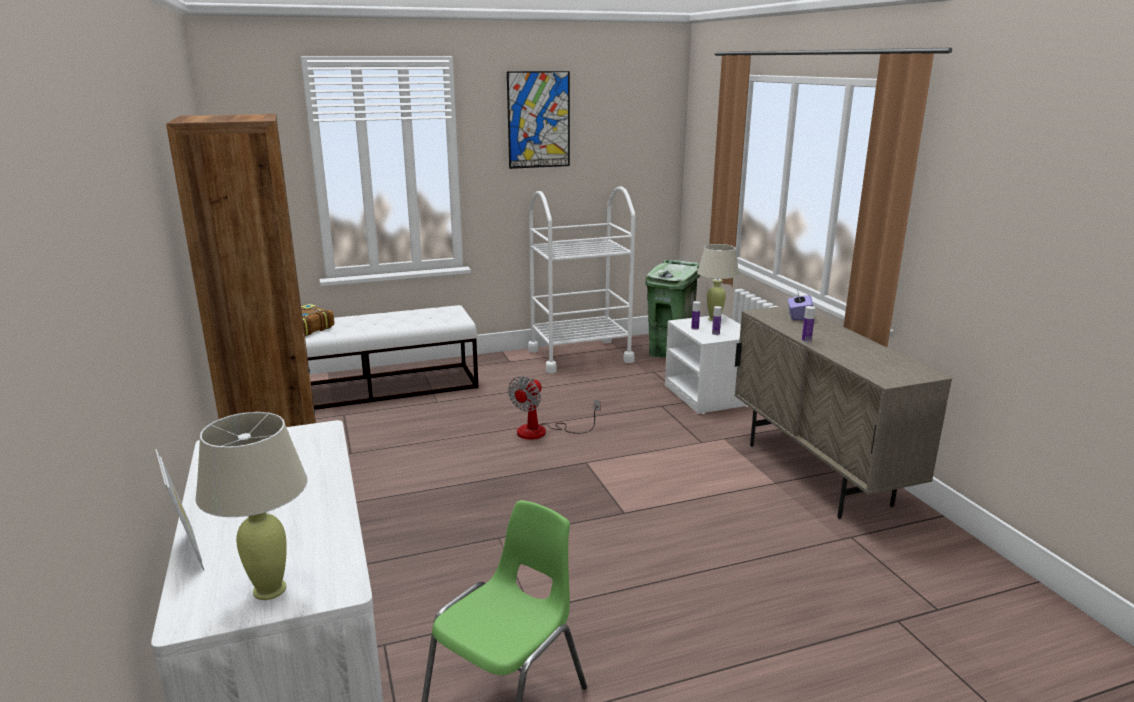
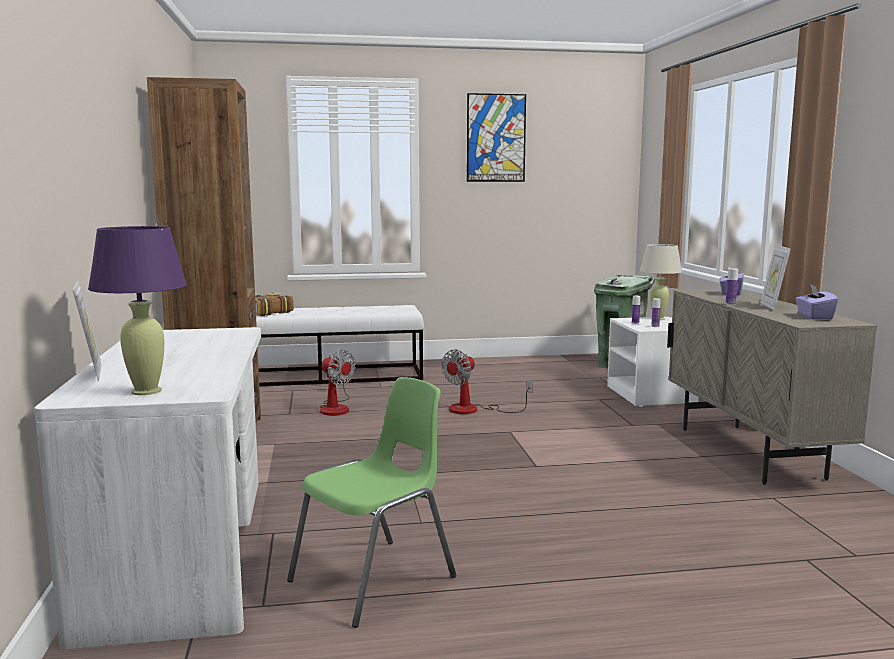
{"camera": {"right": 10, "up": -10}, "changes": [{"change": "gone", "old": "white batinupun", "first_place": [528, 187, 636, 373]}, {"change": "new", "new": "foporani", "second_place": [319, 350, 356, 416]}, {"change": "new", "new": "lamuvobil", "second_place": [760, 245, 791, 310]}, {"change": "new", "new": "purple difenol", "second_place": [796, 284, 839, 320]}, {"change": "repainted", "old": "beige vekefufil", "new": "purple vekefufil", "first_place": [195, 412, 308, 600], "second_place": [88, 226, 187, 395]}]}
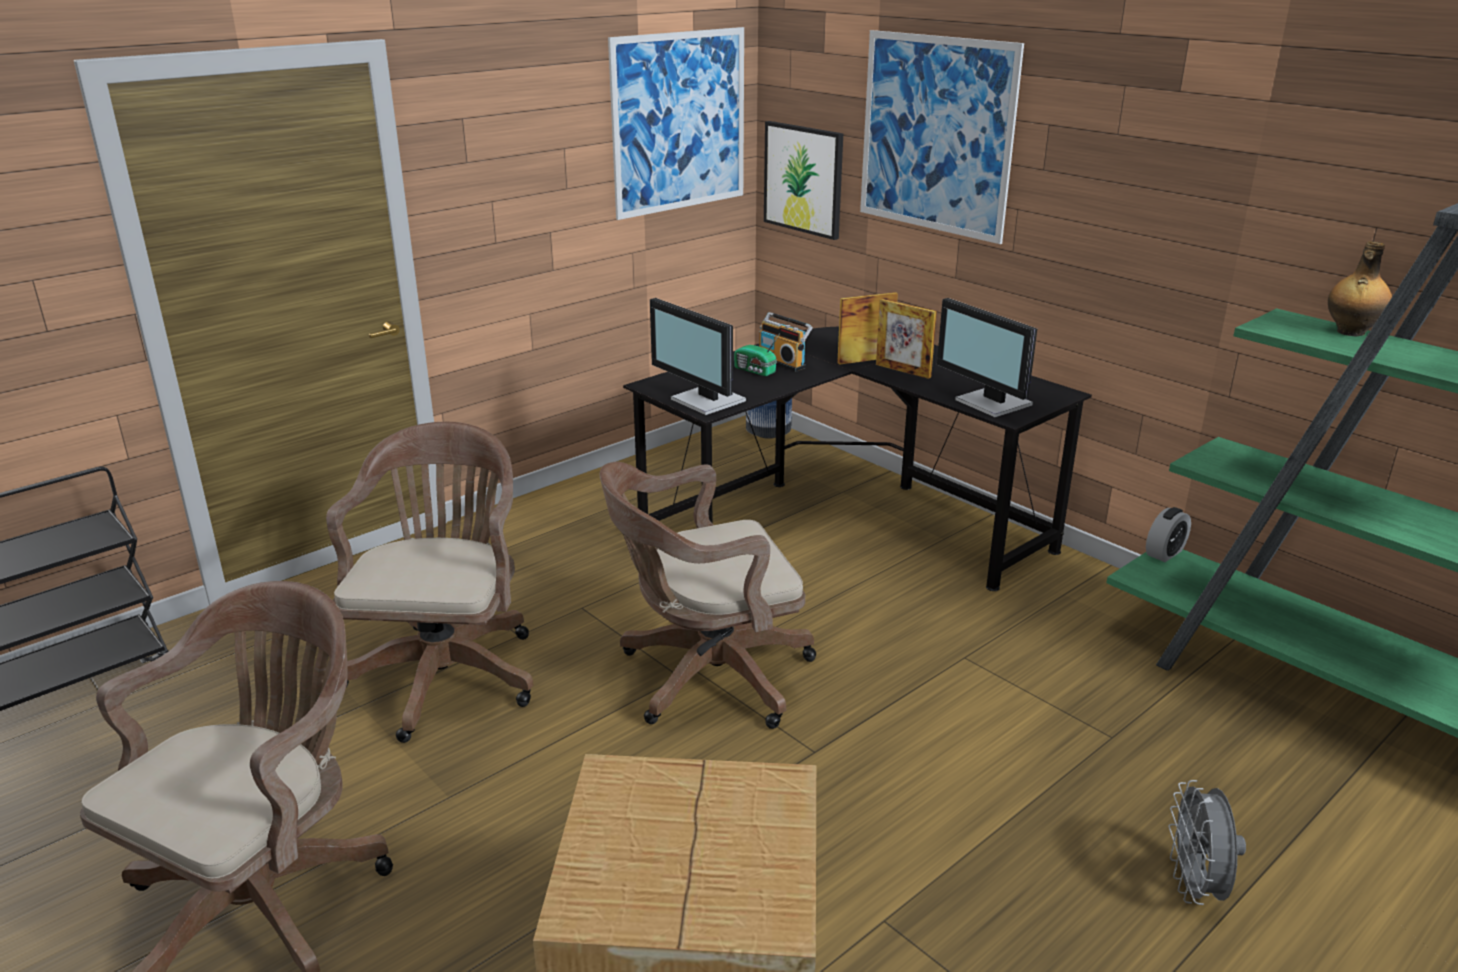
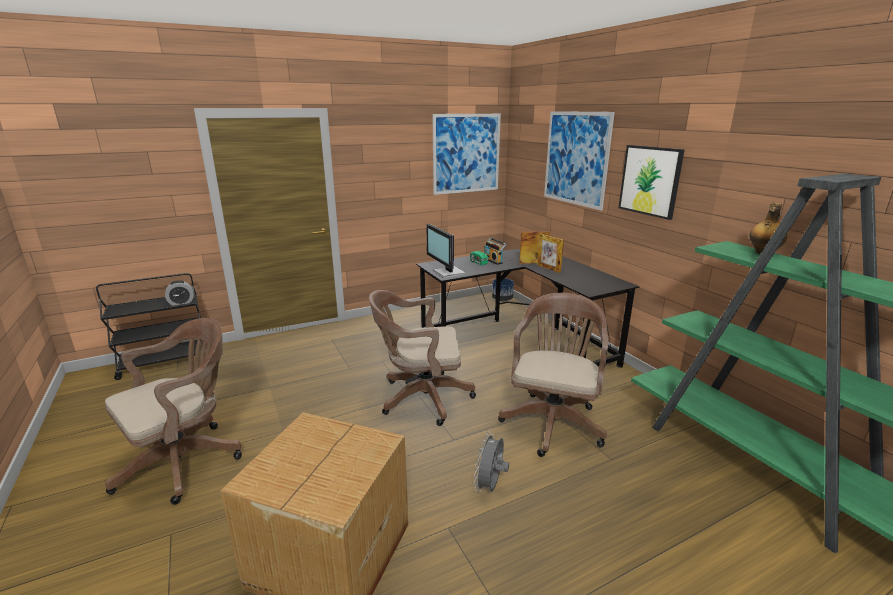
{"camera": {"right": 15, "up": -5}, "changes": [{"change": "gone", "old": "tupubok", "first_place": [937, 298, 1037, 417]}, {"change": "shifted", "old": "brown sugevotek", "first_place": [326, 422, 533, 743], "second_place": [498, 293, 608, 457]}, {"change": "shifted", "old": "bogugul", "first_place": [764, 121, 843, 240], "second_place": [618, 145, 685, 220]}, {"change": "shifted", "old": "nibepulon", "first_place": [1146, 507, 1191, 562], "second_place": [165, 281, 194, 306]}, {"change": "shifted", "old": "grey foporani", "first_place": [1168, 780, 1246, 905], "second_place": [474, 432, 509, 492]}]}
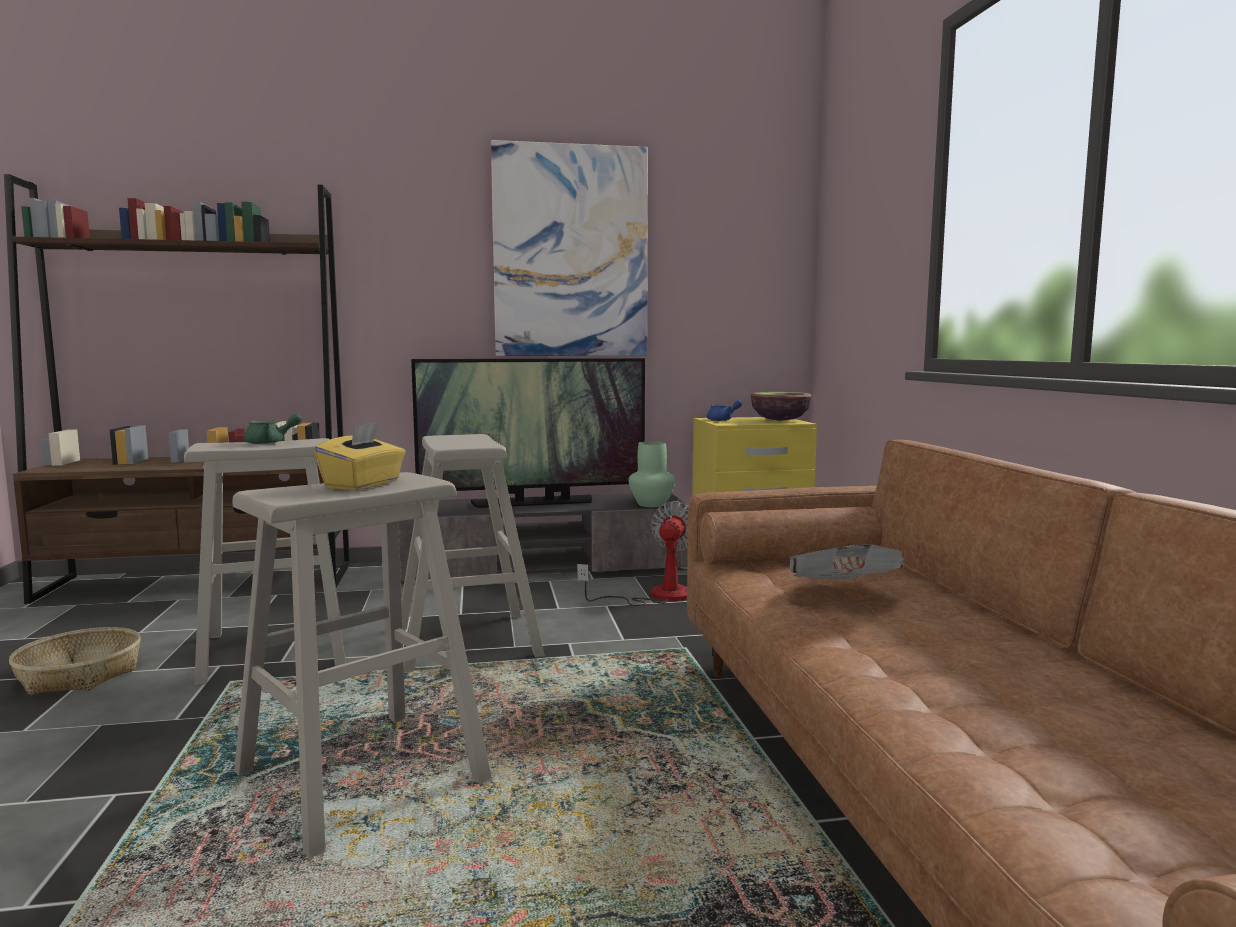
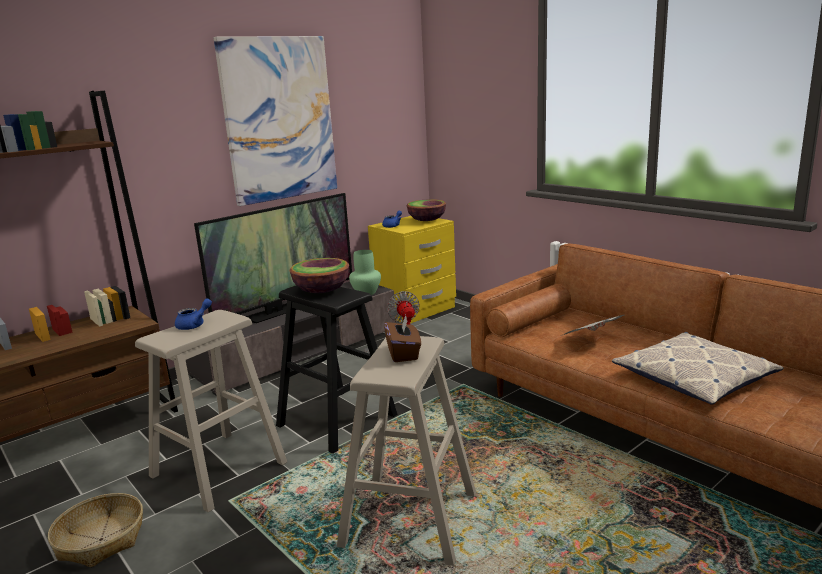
{"camera": {"right": -30, "up": 10}, "changes": [{"change": "new", "new": "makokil", "second_place": [290, 258, 349, 293]}, {"change": "new", "new": "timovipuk", "second_place": [612, 332, 784, 405]}, {"change": "repainted", "old": "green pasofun", "new": "blue pasofun", "first_place": [244, 413, 302, 444], "second_place": [175, 298, 212, 330]}, {"change": "repainted", "old": "yellow difenol", "new": "brown difenol", "first_place": [314, 422, 406, 490], "second_place": [384, 315, 421, 362]}, {"change": "repainted", "old": "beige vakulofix", "new": "black vakulofix", "first_place": [401, 434, 545, 672], "second_place": [276, 285, 397, 453]}]}
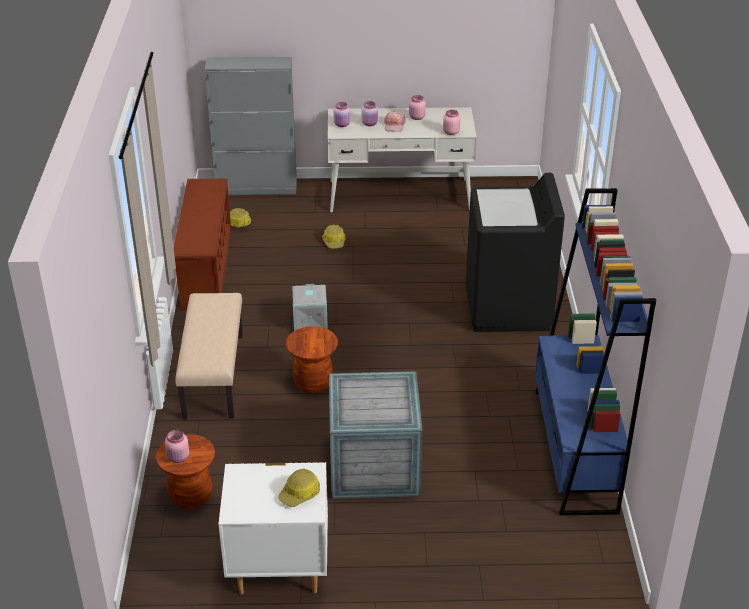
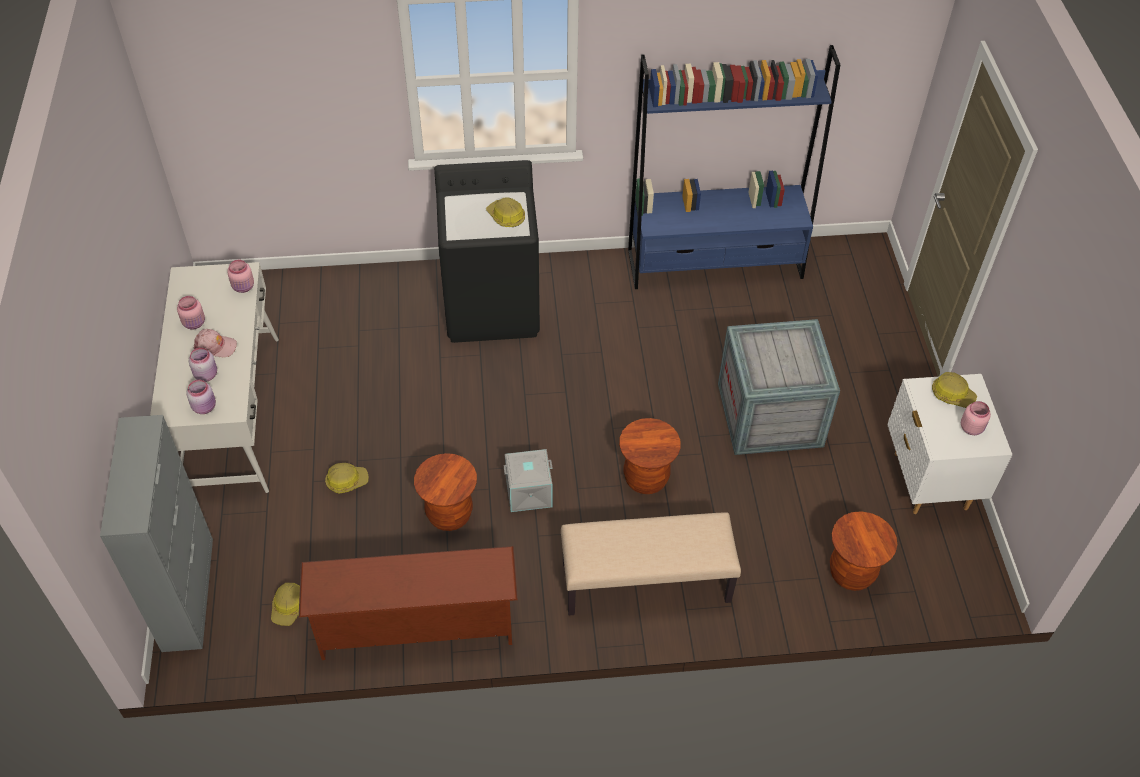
{"camera": {"right": -95, "up": 15}, "changes": [{"change": "new", "new": "brown vakulofix", "second_place": [414, 453, 477, 531]}, {"change": "new", "new": "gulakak", "second_place": [486, 198, 525, 227]}, {"change": "shifted", "old": "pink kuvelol", "first_place": [165, 430, 189, 463], "second_place": [961, 401, 991, 435]}]}
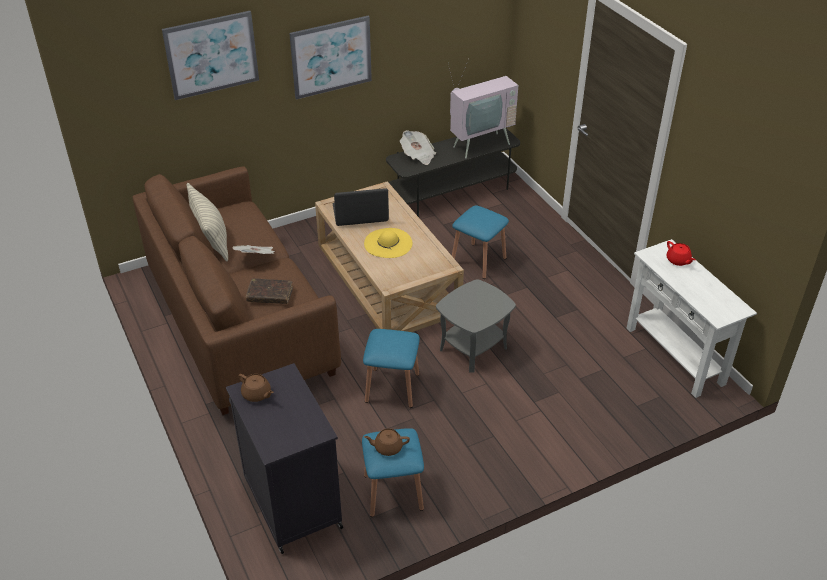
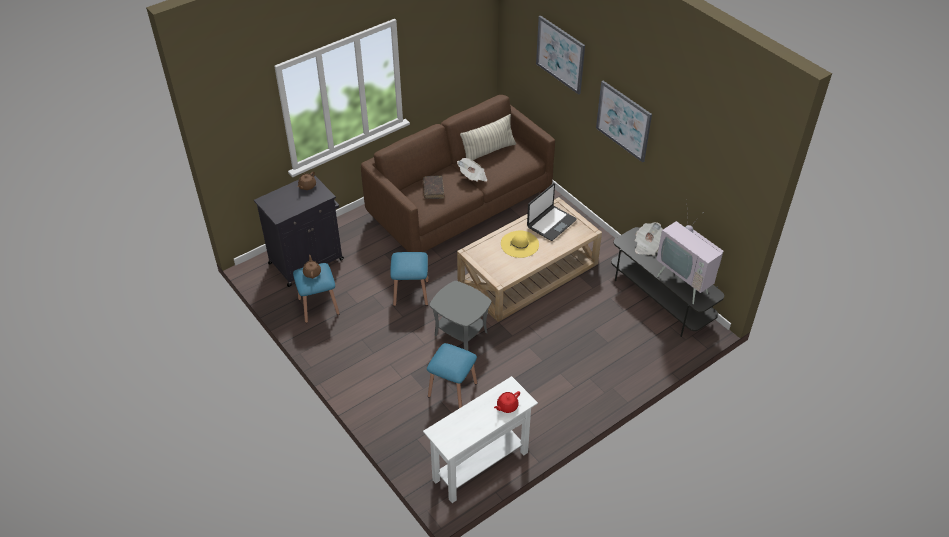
{"camera": {"right": 80, "up": 5}, "changes": [{"change": "shifted", "old": "blue vakulofix", "first_place": [452, 206, 509, 279], "second_place": [427, 343, 477, 408]}, {"change": "rotated", "old": "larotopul", "first_place": [333, 188, 389, 226], "second_place": [527, 183, 577, 241], "degrees": 60}]}
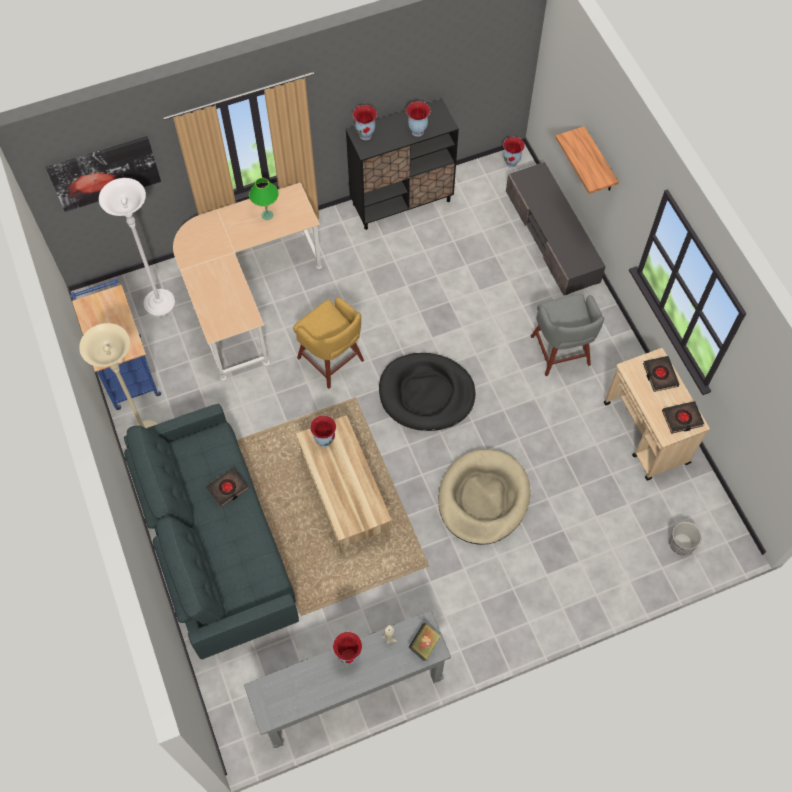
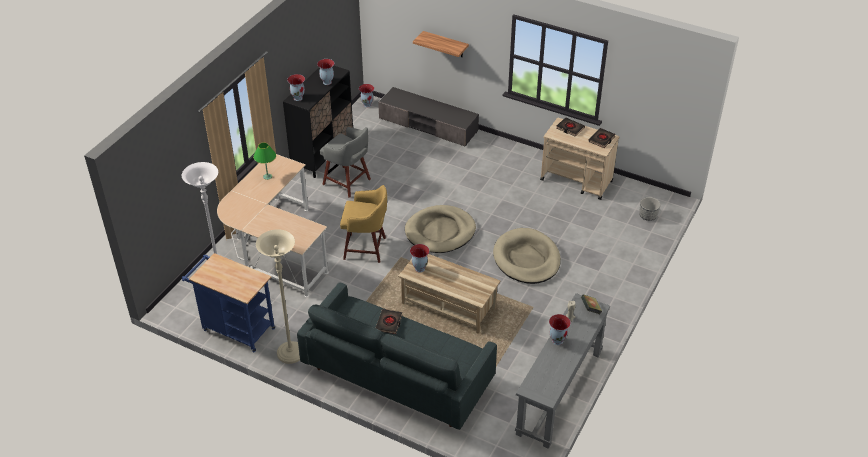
{"camera": {"right": -40, "up": -20}, "changes": [{"change": "gone", "old": "bogugul", "first_place": [46, 136, 161, 212]}, {"change": "shifted", "old": "grey vakulofix", "first_place": [531, 294, 604, 376], "second_place": [320, 127, 371, 198]}, {"change": "repainted", "old": "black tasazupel", "new": "beige tasazupel", "first_place": [379, 353, 475, 431], "second_place": [405, 205, 476, 253]}]}
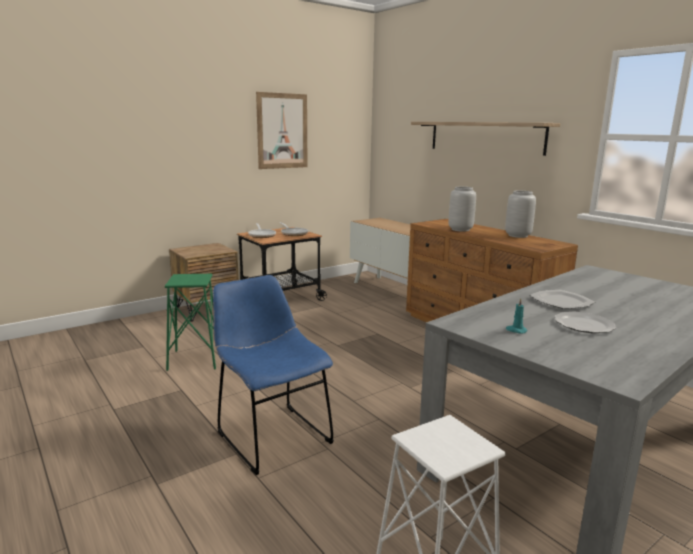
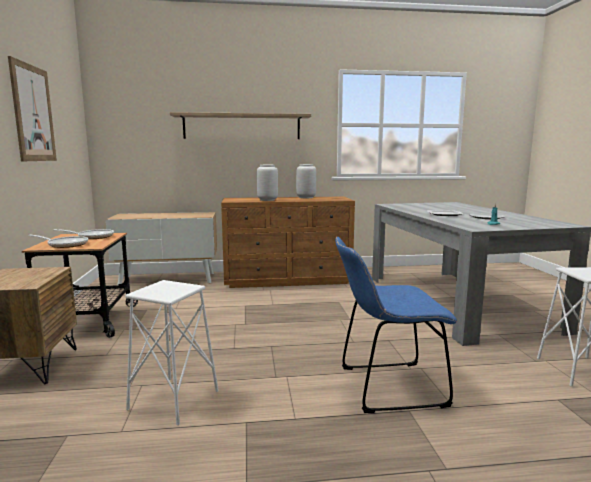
{"camera": {"right": -60, "up": -5}, "changes": [{"change": "repainted", "old": "green vakulofix", "new": "white vakulofix", "first_place": [165, 274, 216, 371], "second_place": [125, 280, 219, 425]}]}
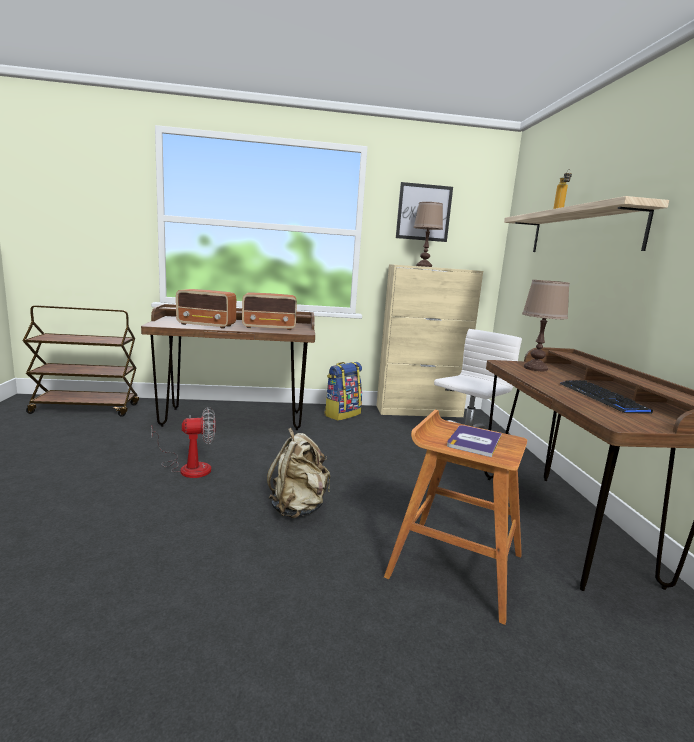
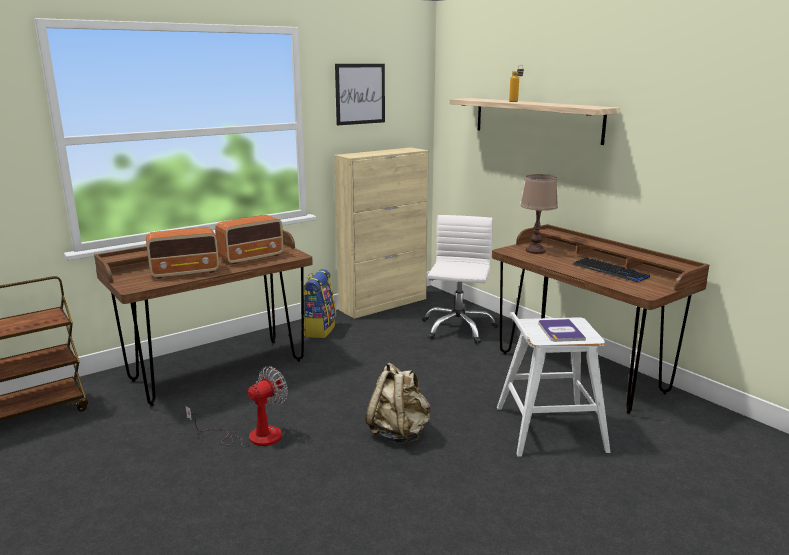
{"camera": {"right": -30, "up": 5}, "changes": [{"change": "gone", "old": "brown vekefufil", "first_place": [413, 202, 443, 267]}, {"change": "repainted", "old": "brown vakulofix", "new": "white vakulofix", "first_place": [384, 410, 527, 625], "second_place": [497, 312, 611, 457]}]}
